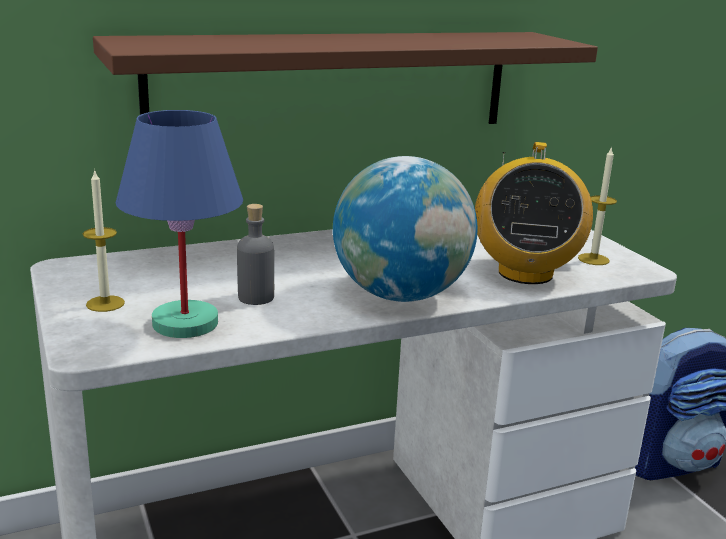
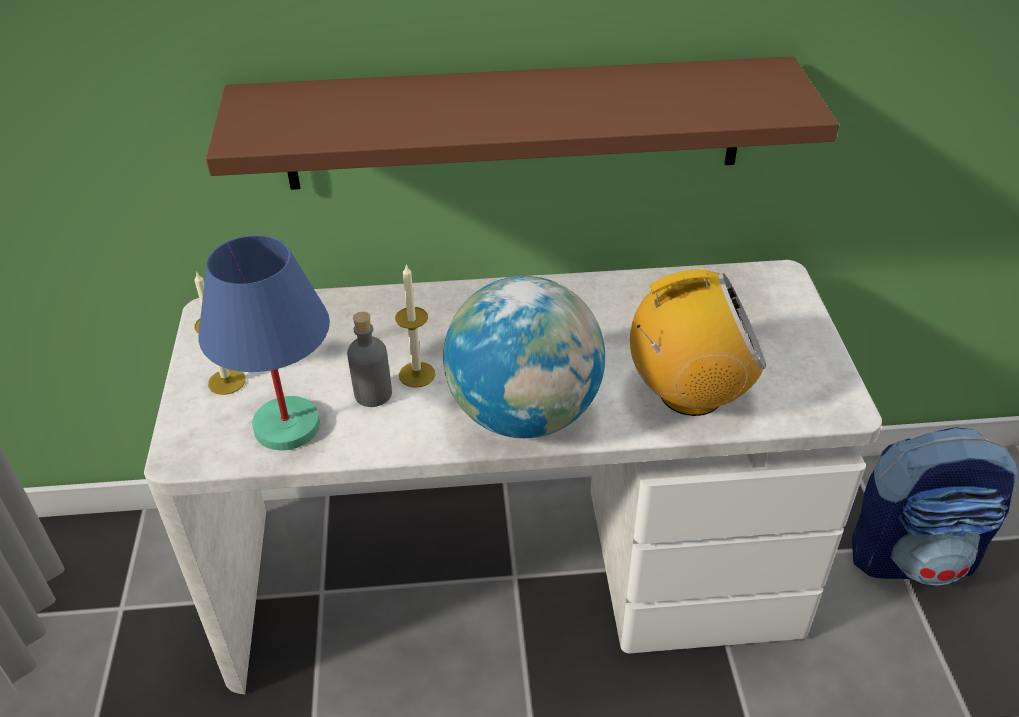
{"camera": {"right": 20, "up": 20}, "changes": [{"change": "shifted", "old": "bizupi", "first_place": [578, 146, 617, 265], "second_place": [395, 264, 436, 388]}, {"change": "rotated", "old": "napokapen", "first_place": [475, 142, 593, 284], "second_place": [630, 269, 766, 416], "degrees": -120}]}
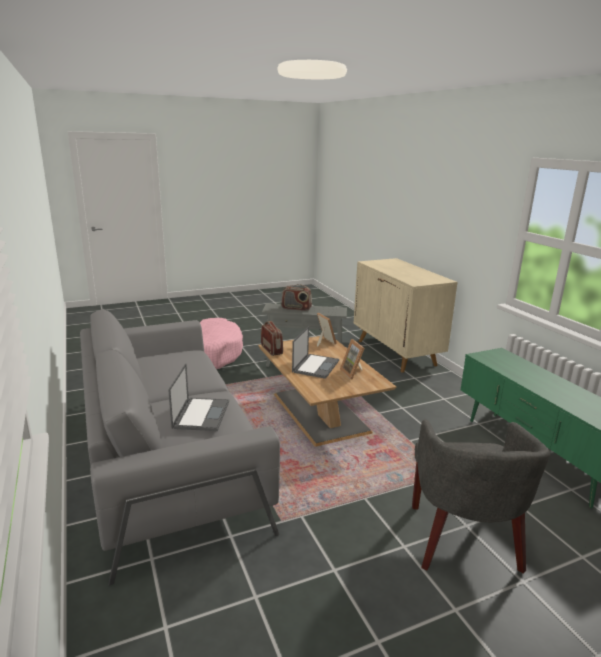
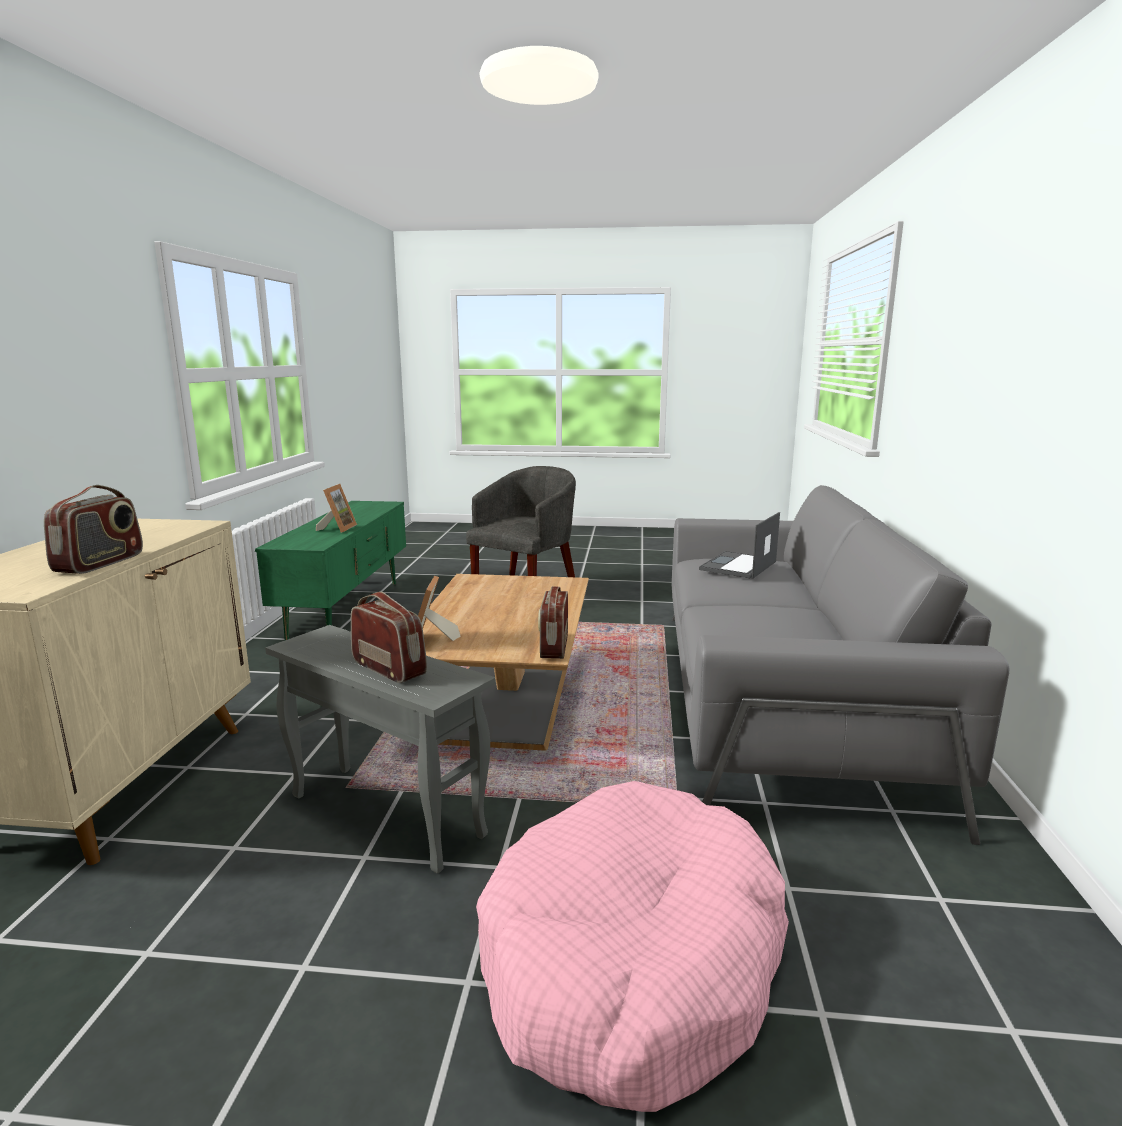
{"camera": {"right": -150, "up": -5}, "changes": [{"change": "gone", "old": "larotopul", "first_place": [292, 326, 339, 379]}, {"change": "new", "new": "napokapen", "second_place": [44, 485, 143, 574]}, {"change": "shifted", "old": "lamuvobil", "first_place": [340, 339, 365, 379], "second_place": [316, 484, 357, 533]}]}
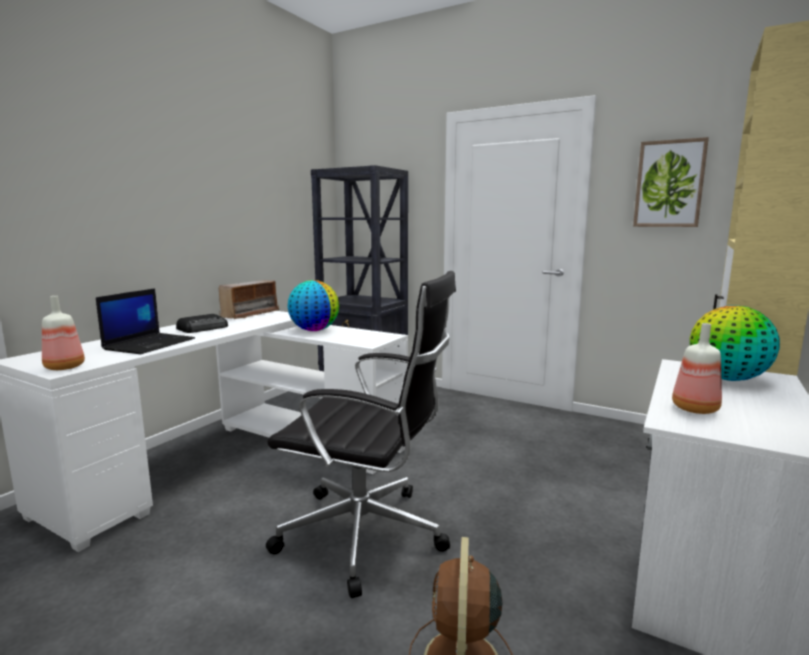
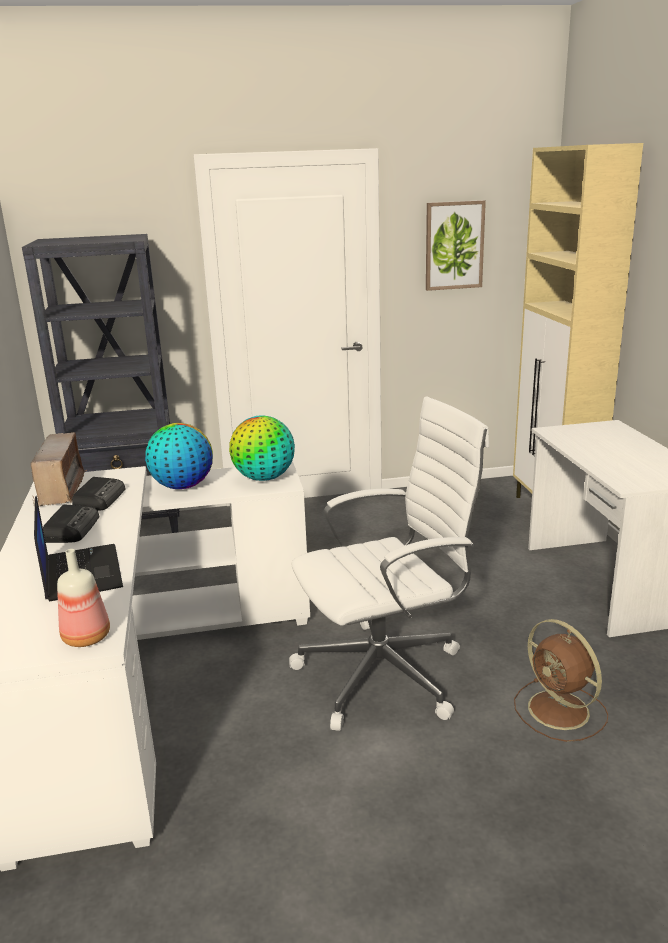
{"camera": {"right": -40, "up": 10}, "changes": [{"change": "gone", "old": "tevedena", "first_place": [672, 323, 722, 414]}, {"change": "new", "new": "napokapen", "second_place": [72, 477, 125, 511]}, {"change": "shifted", "old": "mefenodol", "first_place": [690, 305, 780, 381], "second_place": [229, 415, 295, 481]}, {"change": "repainted", "old": "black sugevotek", "new": "white sugevotek", "first_place": [266, 271, 456, 598], "second_place": [289, 397, 489, 731]}]}
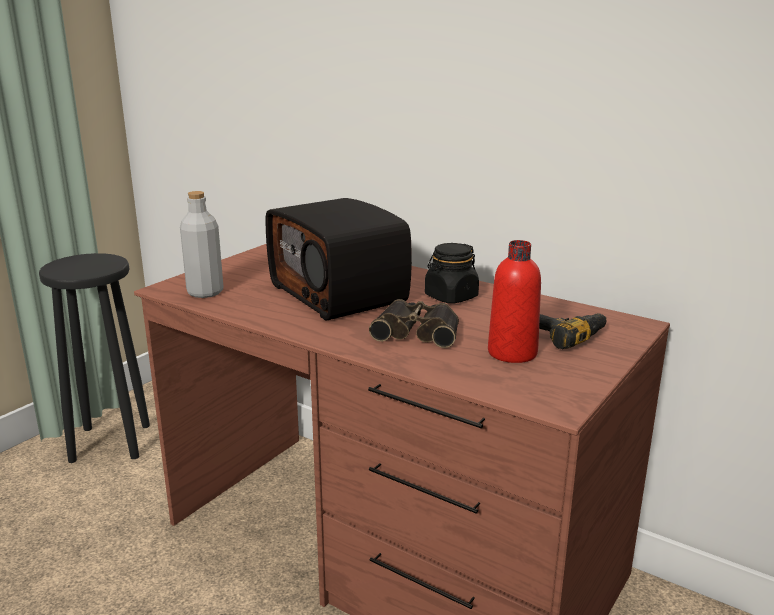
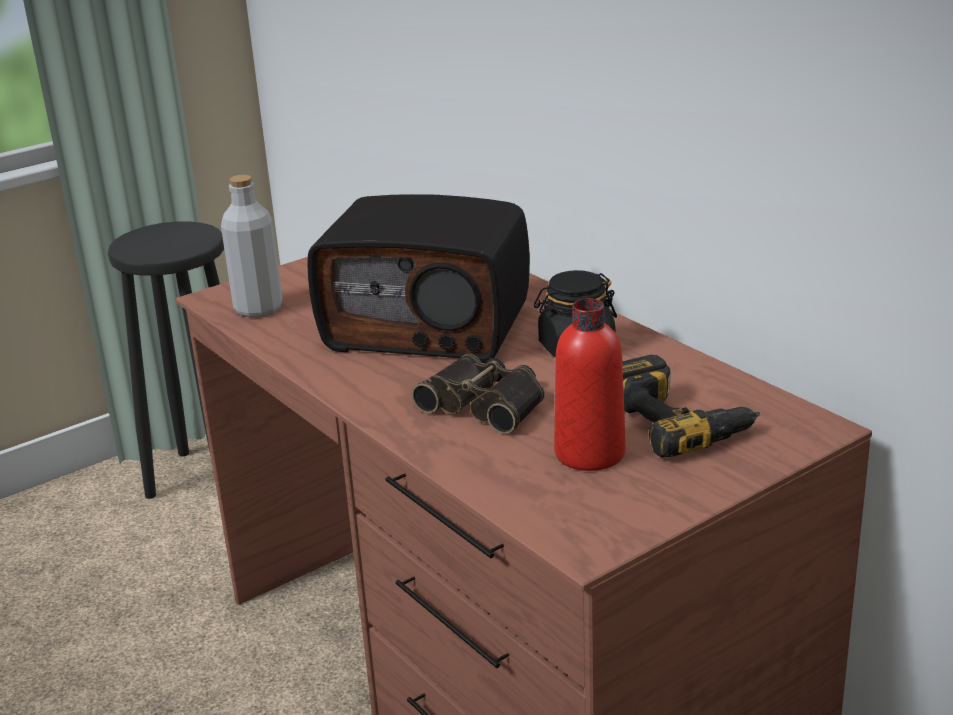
{"camera": {"right": 20, "up": 5}, "changes": [{"change": "rotated", "old": "napokapen", "first_place": [266, 198, 412, 321], "second_place": [307, 194, 530, 363], "degrees": -60}]}
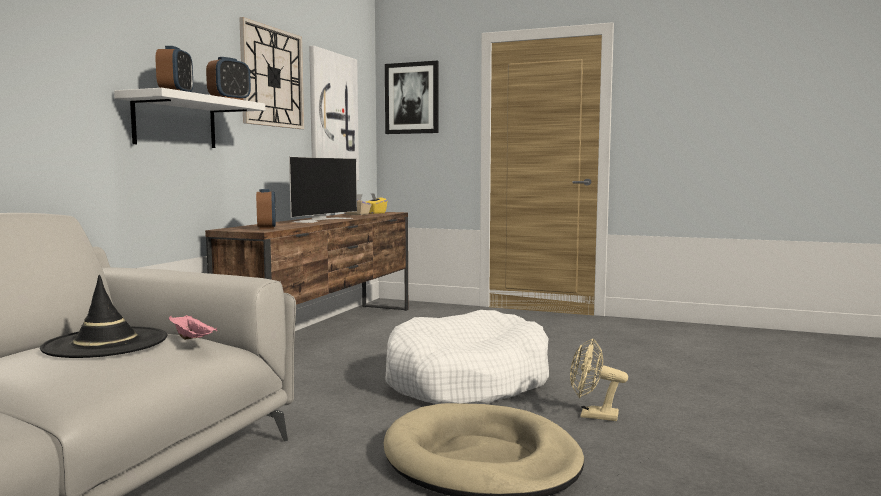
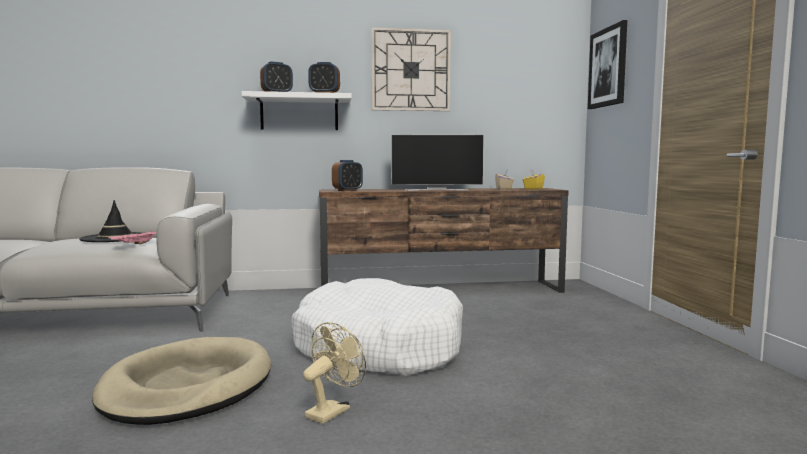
{"camera": {"right": 60, "up": 0}, "changes": [{"change": "gone", "old": "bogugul", "first_place": [309, 46, 359, 181]}, {"change": "rotated", "old": "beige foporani", "first_place": [570, 338, 628, 421], "second_place": [303, 322, 366, 424], "degrees": 45}]}
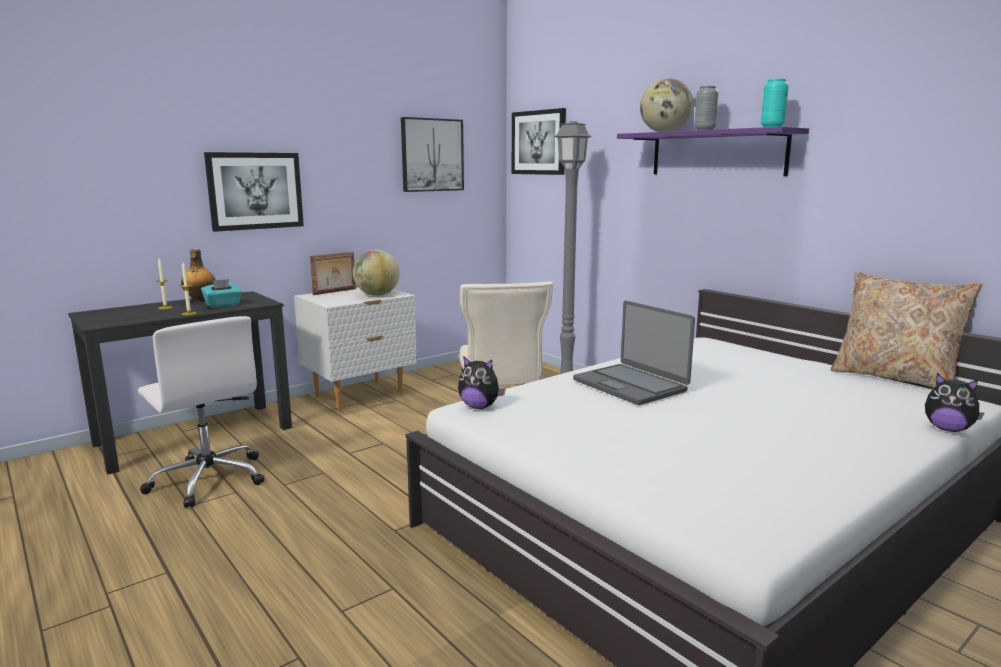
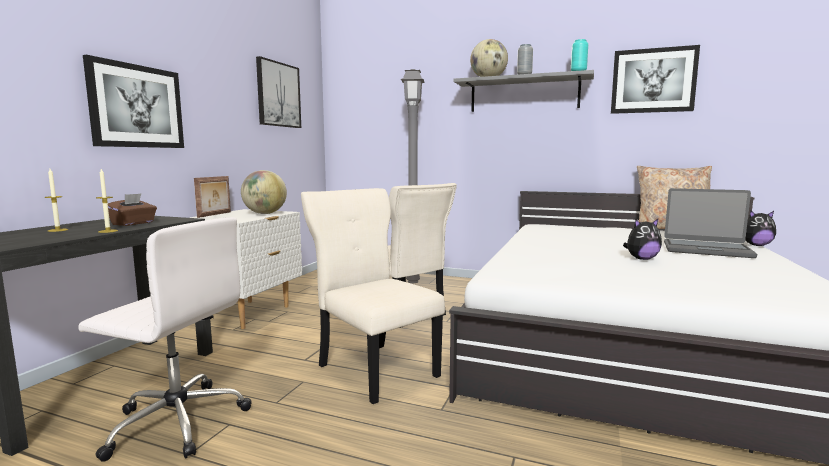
{"camera": {"right": -30, "up": -5}, "changes": [{"change": "gone", "old": "tevedena", "first_place": [181, 249, 216, 302]}, {"change": "new", "new": "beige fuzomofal", "second_place": [301, 188, 445, 404]}, {"change": "shifted", "old": "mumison", "first_place": [458, 356, 506, 409], "second_place": [623, 219, 662, 260]}, {"change": "shifted", "old": "bogugul", "first_place": [512, 108, 566, 175], "second_place": [611, 45, 700, 114]}, {"change": "shifted", "old": "larotopul", "first_place": [573, 301, 695, 405], "second_place": [664, 188, 757, 258]}, {"change": "repainted", "old": "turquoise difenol", "new": "brown difenol", "first_place": [201, 279, 242, 308], "second_place": [108, 193, 157, 226]}, {"change": "repainted", "old": "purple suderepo", "new": "grey suderepo", "first_place": [617, 127, 809, 176], "second_place": [453, 70, 594, 112]}]}
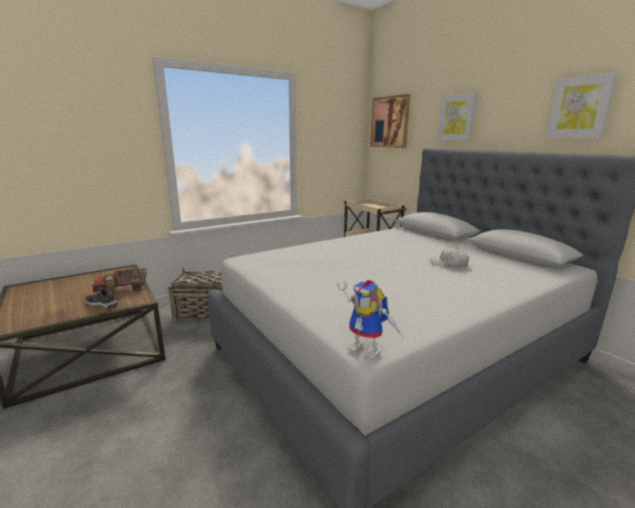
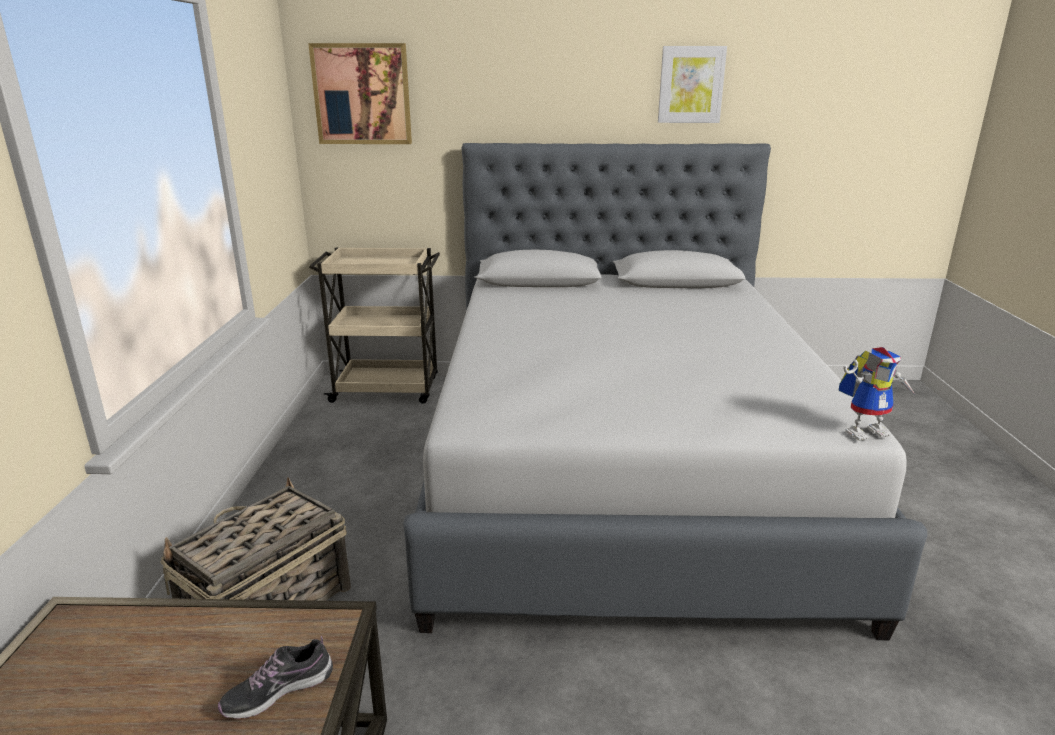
{"camera": {"right": -55, "up": 5}, "changes": [{"change": "gone", "old": "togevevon", "first_place": [92, 268, 147, 292]}, {"change": "gone", "old": "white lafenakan", "first_place": [430, 247, 469, 267]}, {"change": "gone", "old": "bogugul", "first_place": [438, 93, 477, 141]}]}
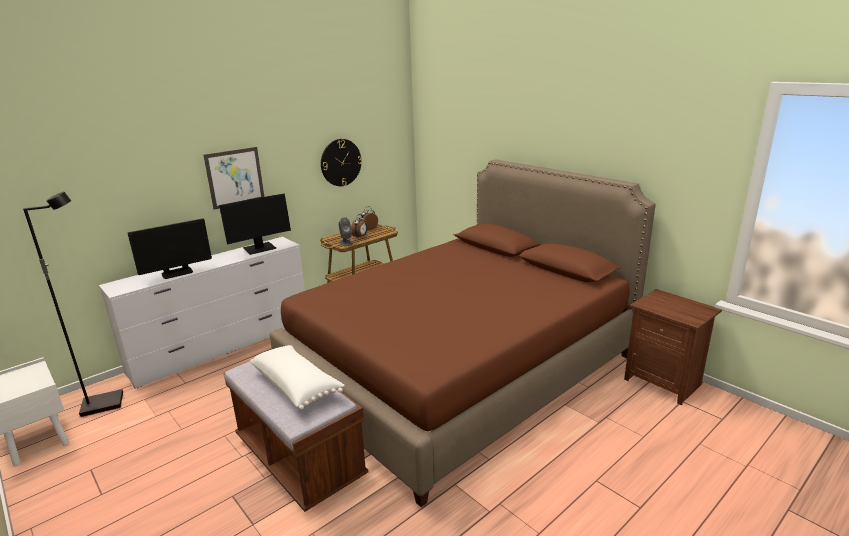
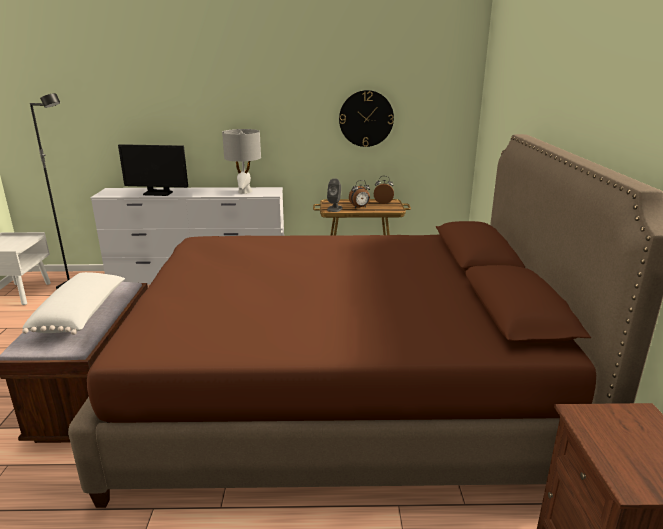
{"camera": {"right": 40, "up": 0}, "changes": [{"change": "gone", "old": "bogugul", "first_place": [204, 147, 264, 210]}, {"change": "swapped", "old": "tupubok", "new": "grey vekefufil", "first_place": [219, 194, 291, 255], "second_place": [222, 129, 261, 194]}]}
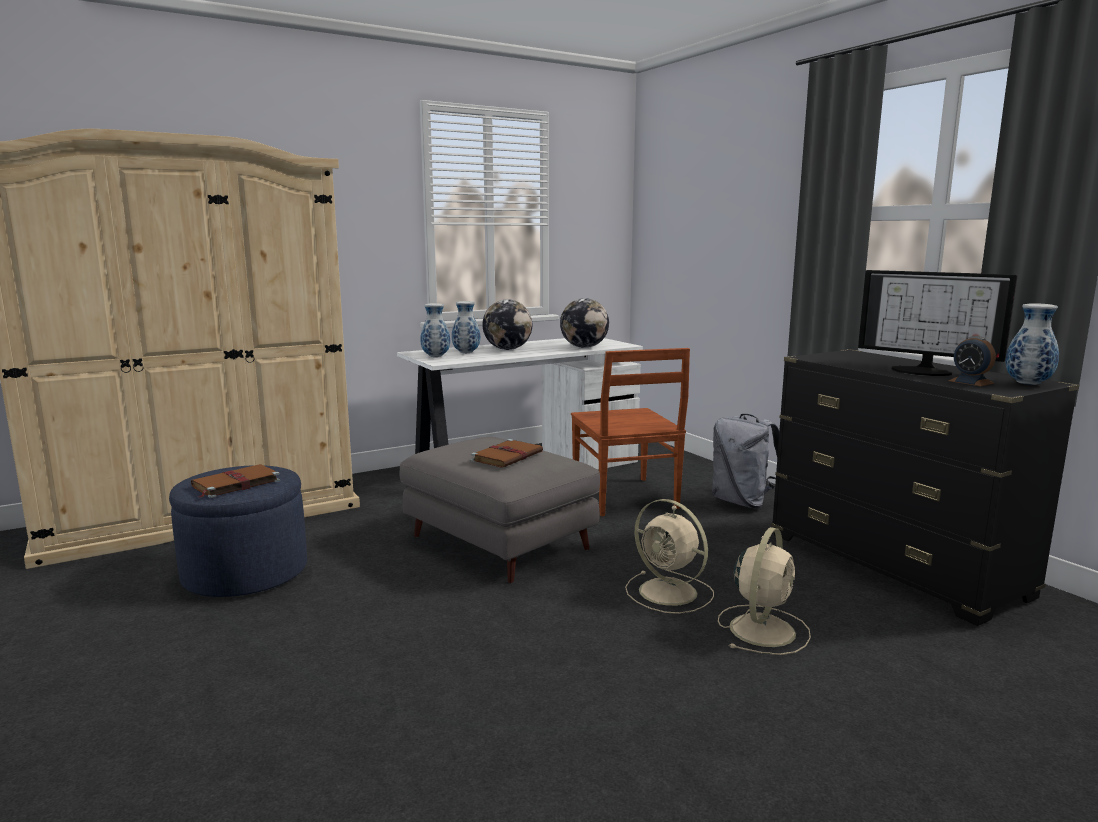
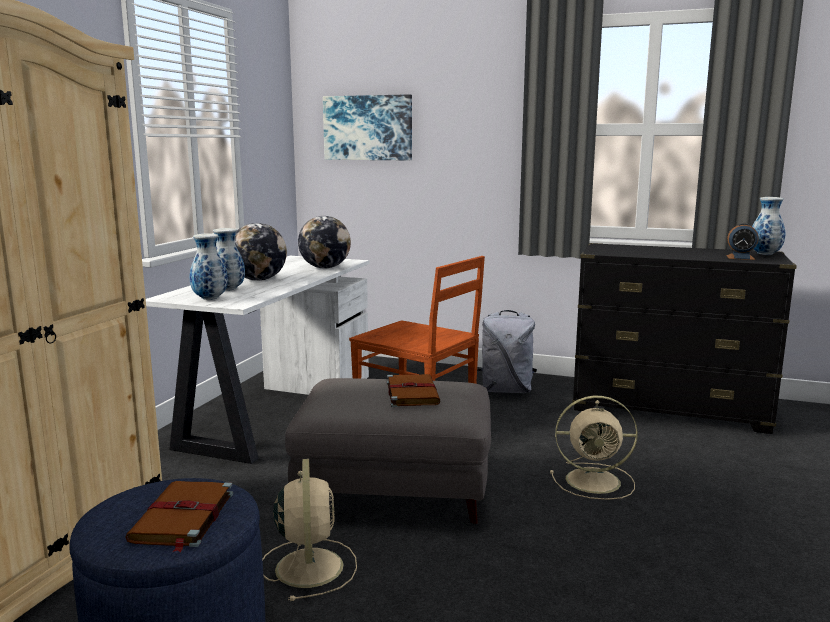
{"camera": {"right": -40, "up": 0}, "changes": [{"change": "gone", "old": "tupubok", "first_place": [858, 270, 1018, 376]}, {"change": "new", "new": "bogugul", "second_place": [323, 94, 412, 160]}, {"change": "shifted", "old": "beige foporani", "first_place": [718, 527, 811, 655], "second_place": [263, 459, 357, 601]}]}
